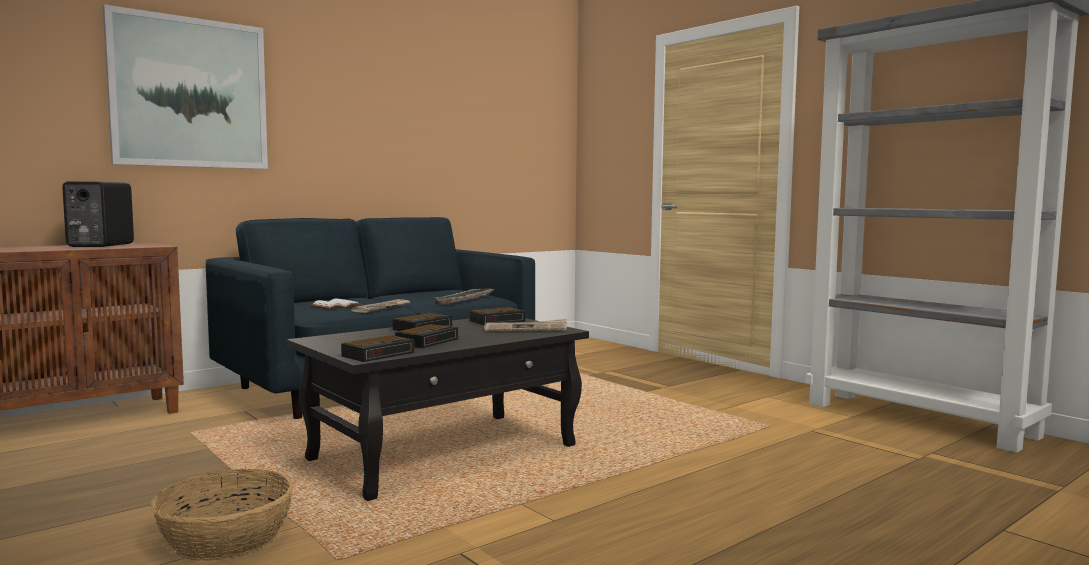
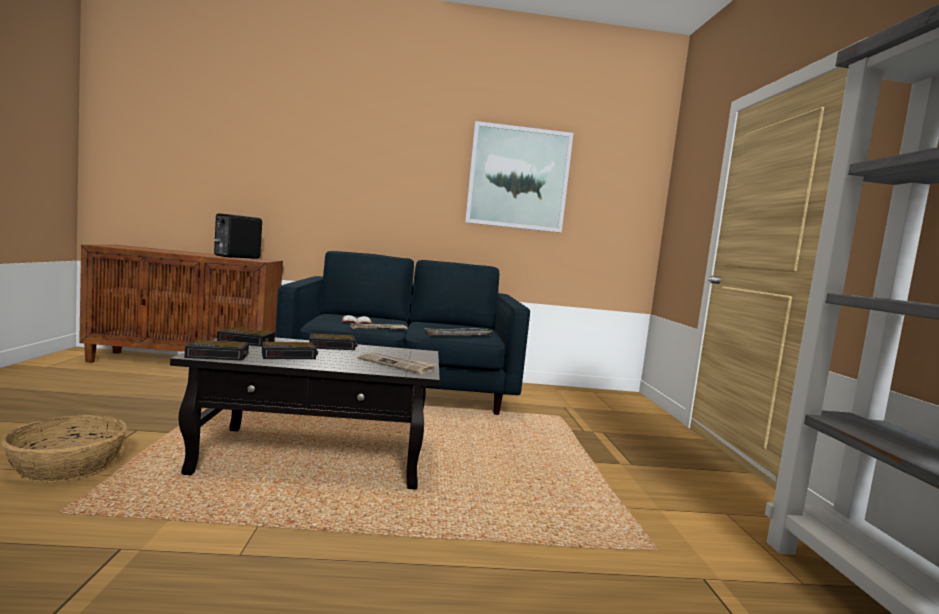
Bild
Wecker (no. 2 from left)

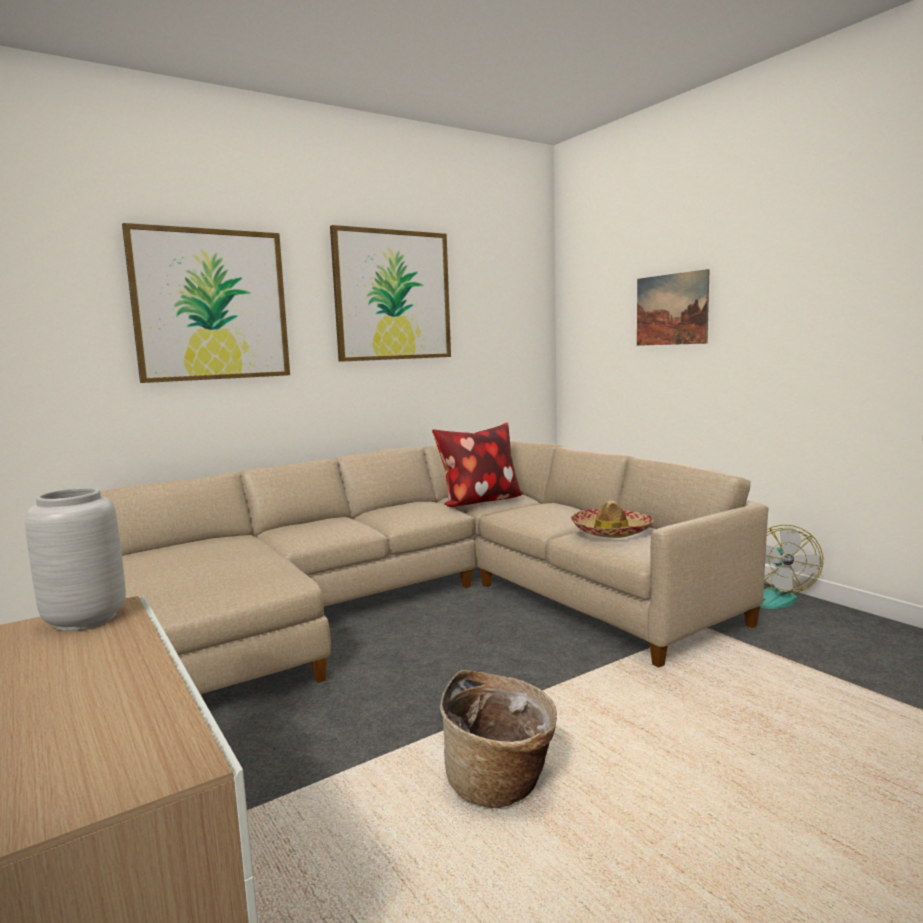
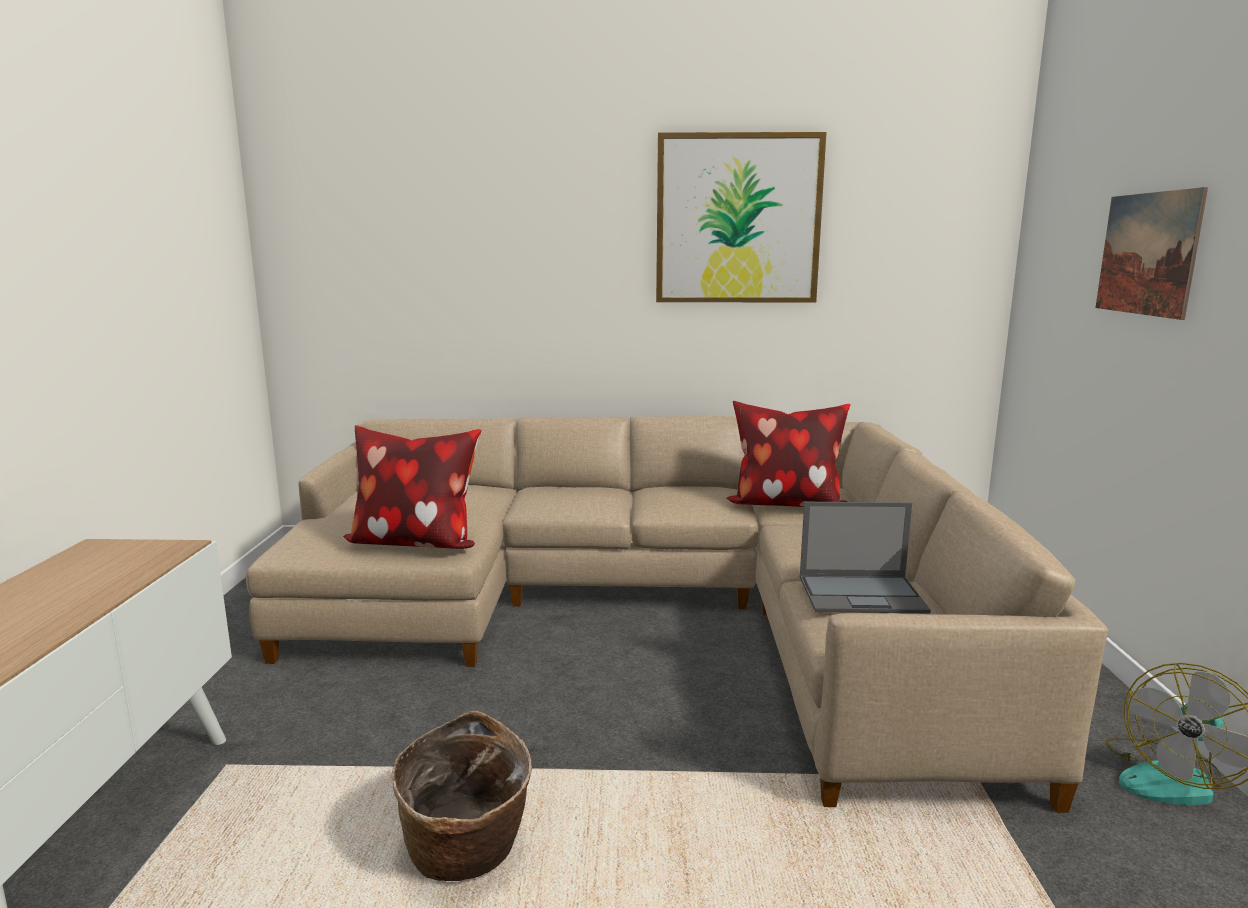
Vase [grau]
Bild (no. 1 from left in the first image)
Laptop
Kissen (no. 1 from left)

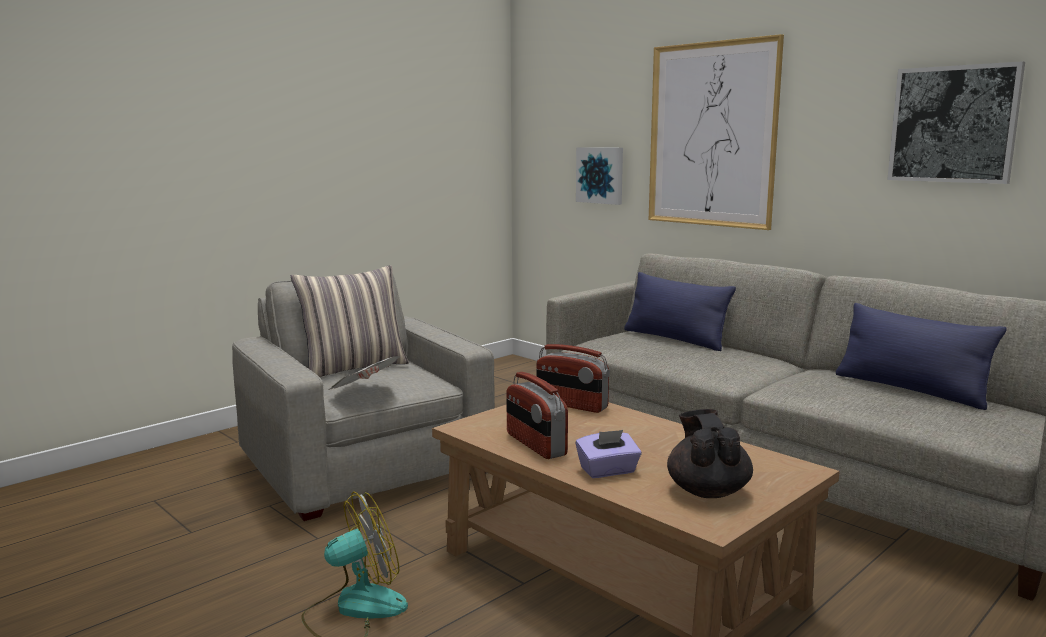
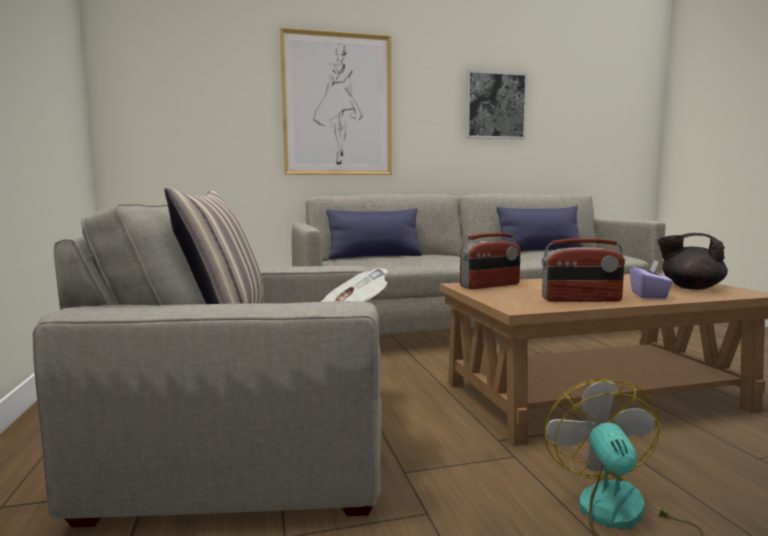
Bild (no. 1 from left in the first image)

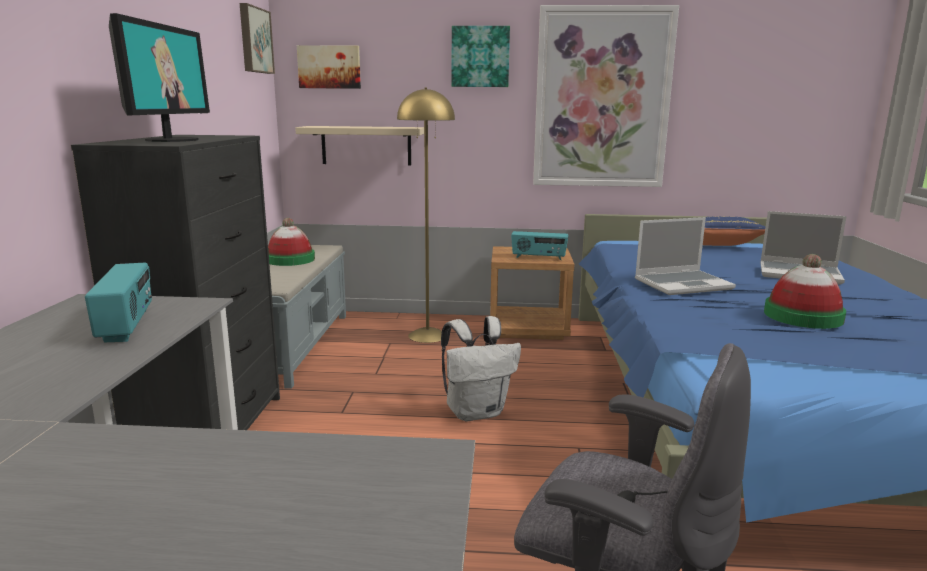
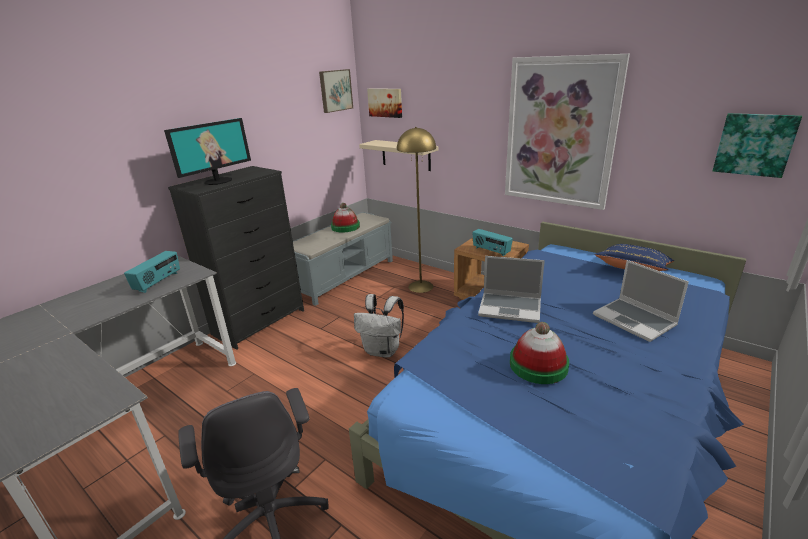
Bild (no. 4 from left)

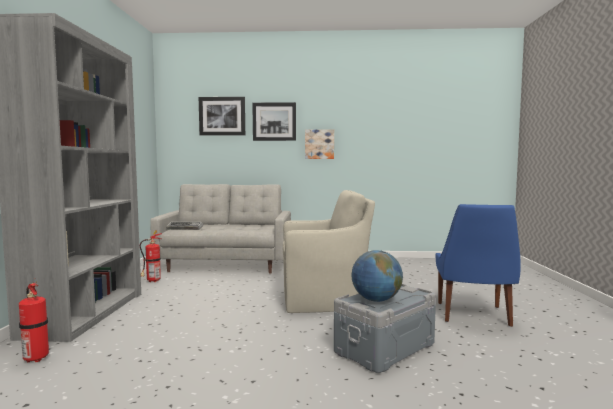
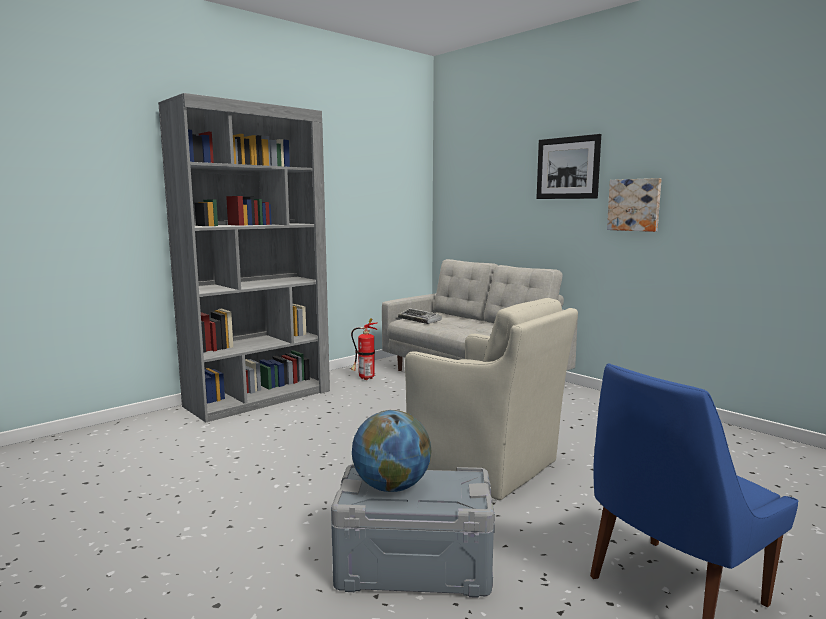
Feuerlöscher (no. 1 from left in the first image)
Bild (no. 1 from left in the first image)

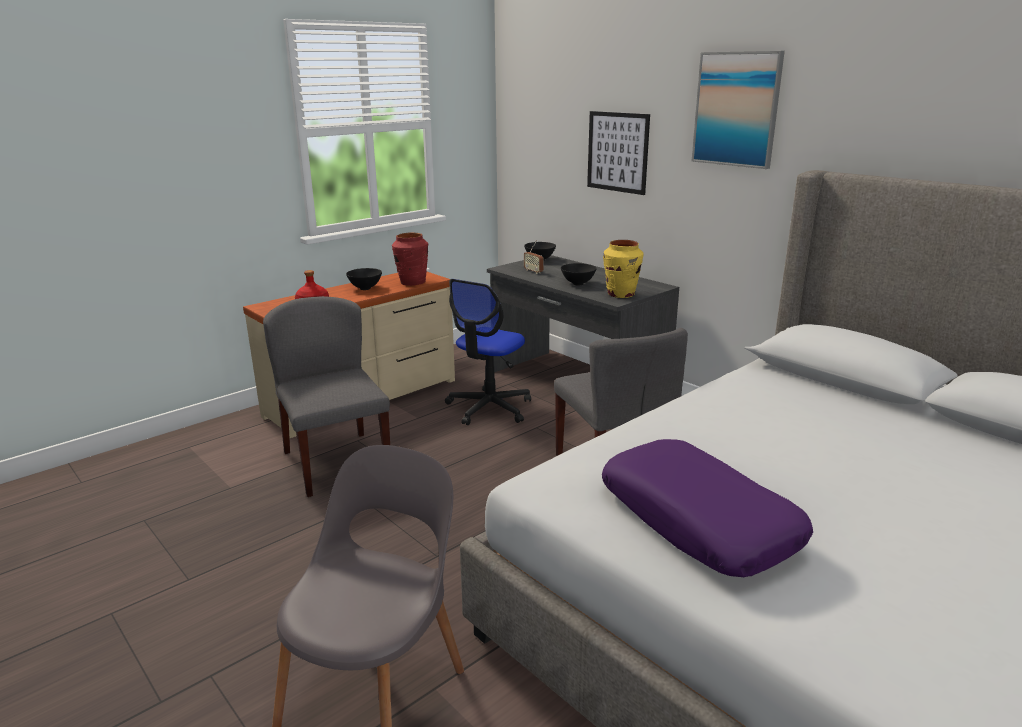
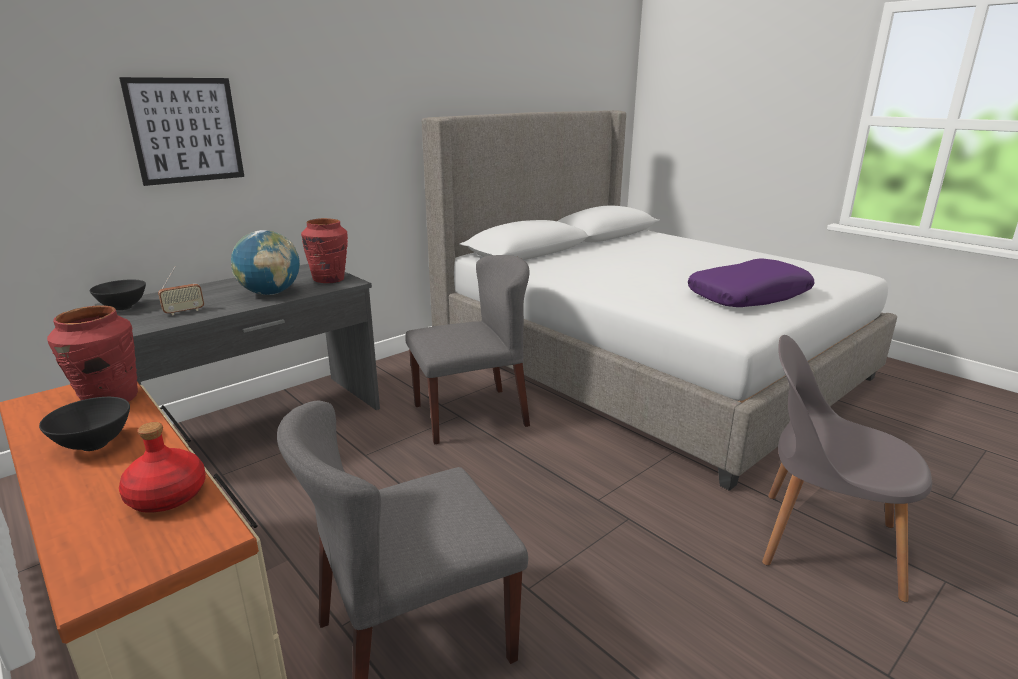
Bürostuhl
Globus
Vase [rot] (no. 2 from left)
Bild (no. 2 from left in the first image)

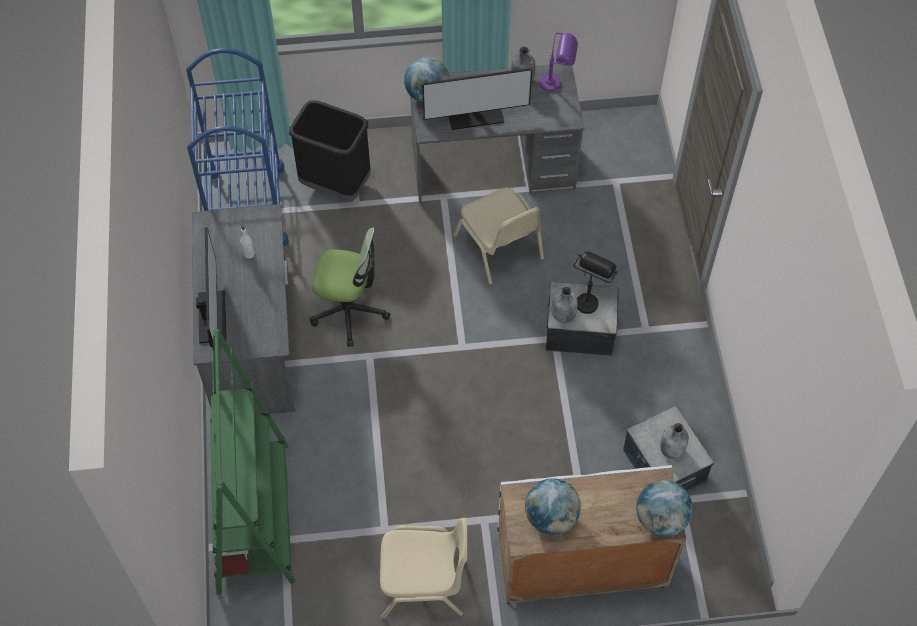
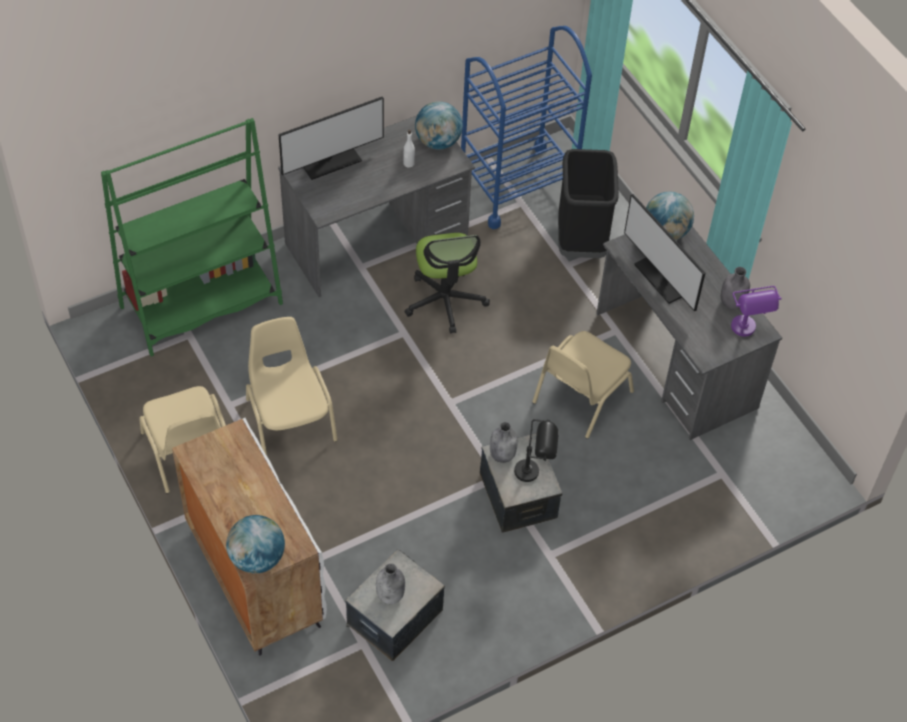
Globus (no. 2 from left)
Stuhl [beige] (no. 2 from left)

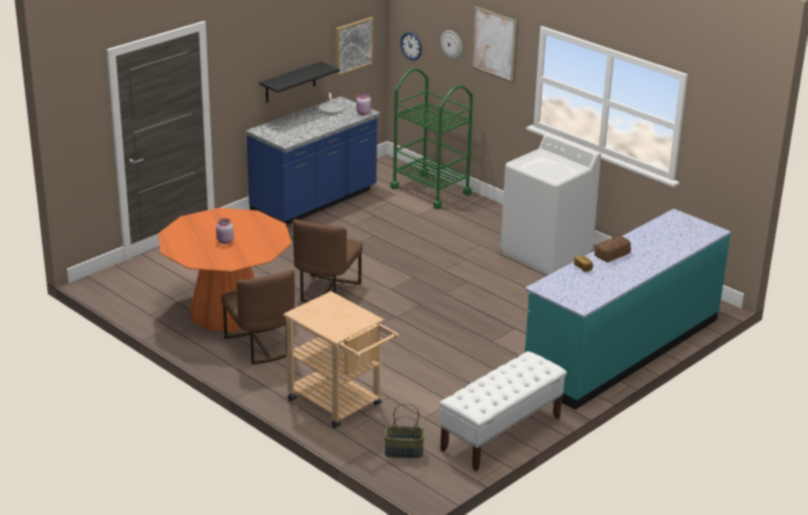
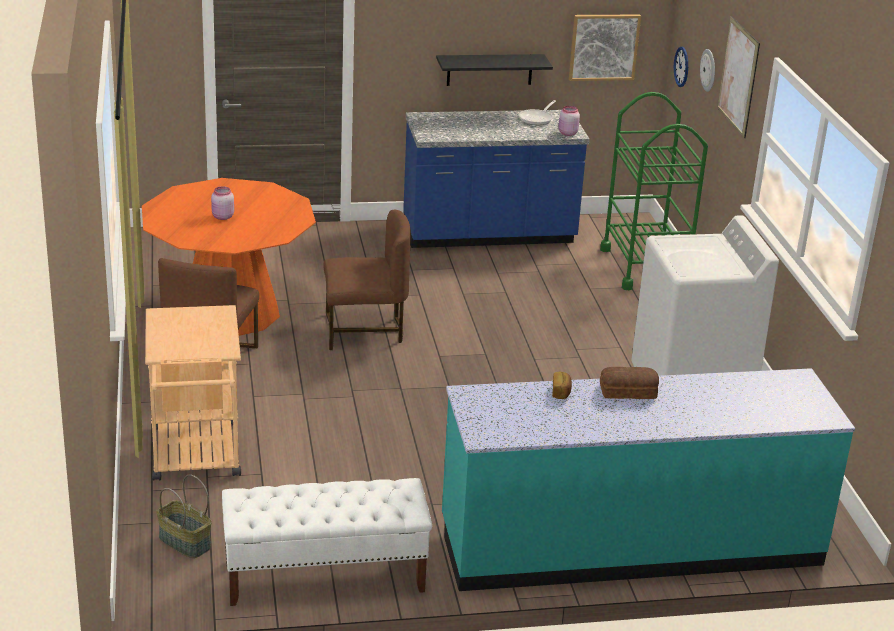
Stuhl [braun] (no. 2 from left)

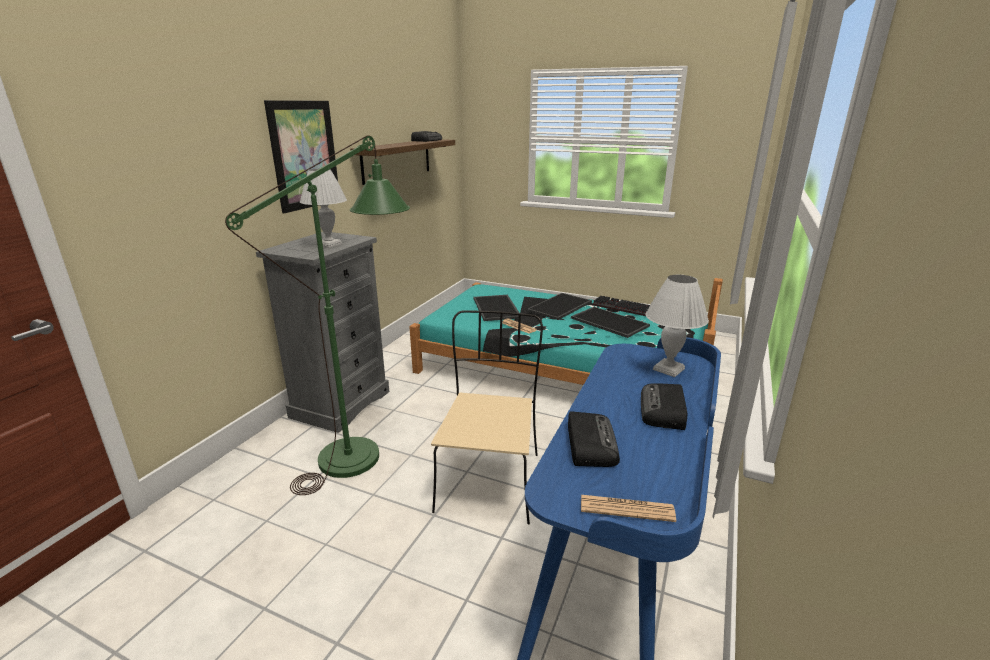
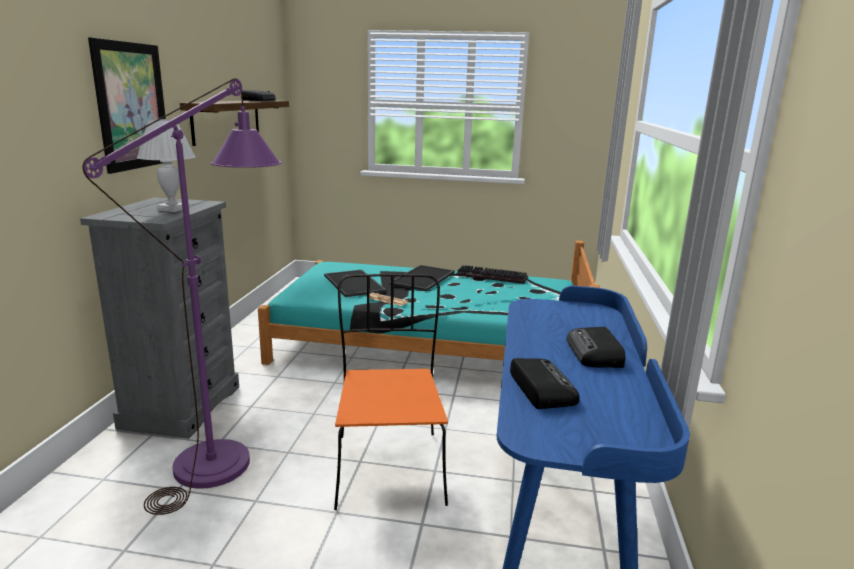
Stehlampe [lila]
Stuhl [orange]
Tablett (no. 3 from left in the first image)
Zeitung (no. 2 from left in the first image)
Tischlampe [weiß] (no. 2 from left in the first image)

